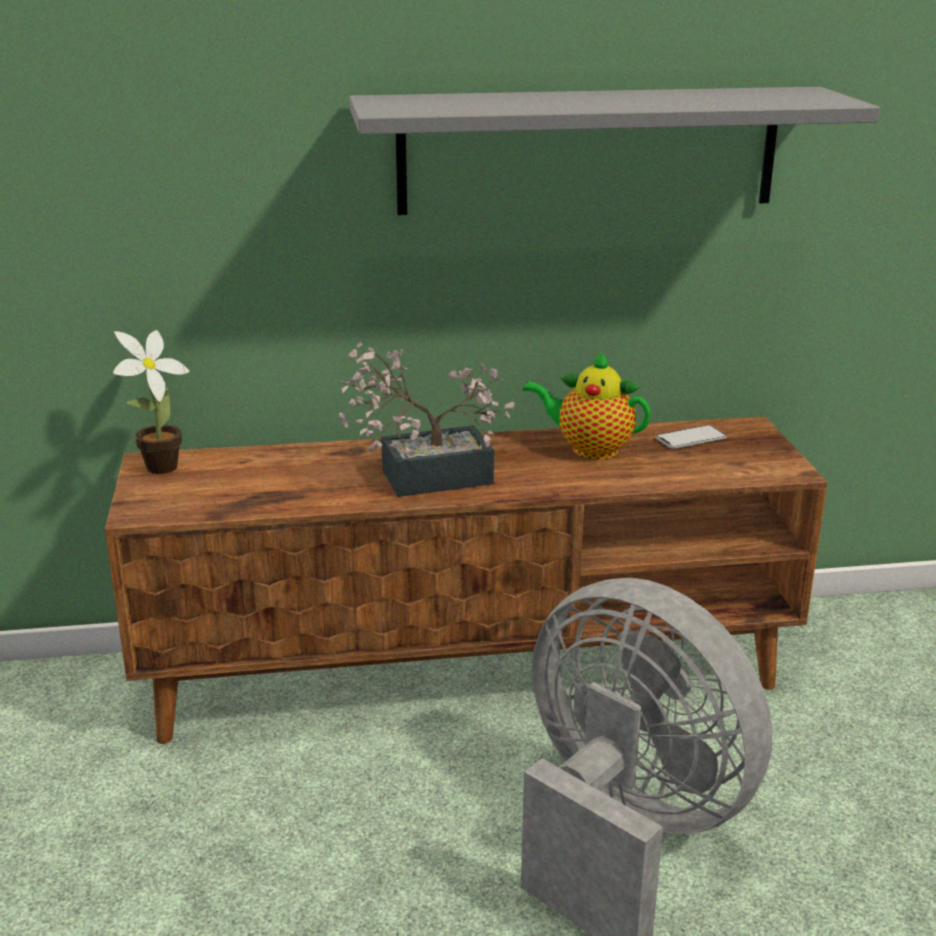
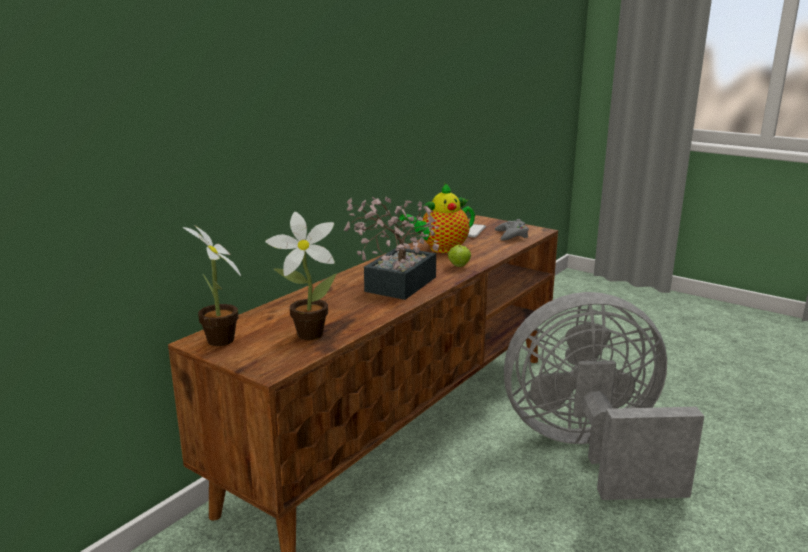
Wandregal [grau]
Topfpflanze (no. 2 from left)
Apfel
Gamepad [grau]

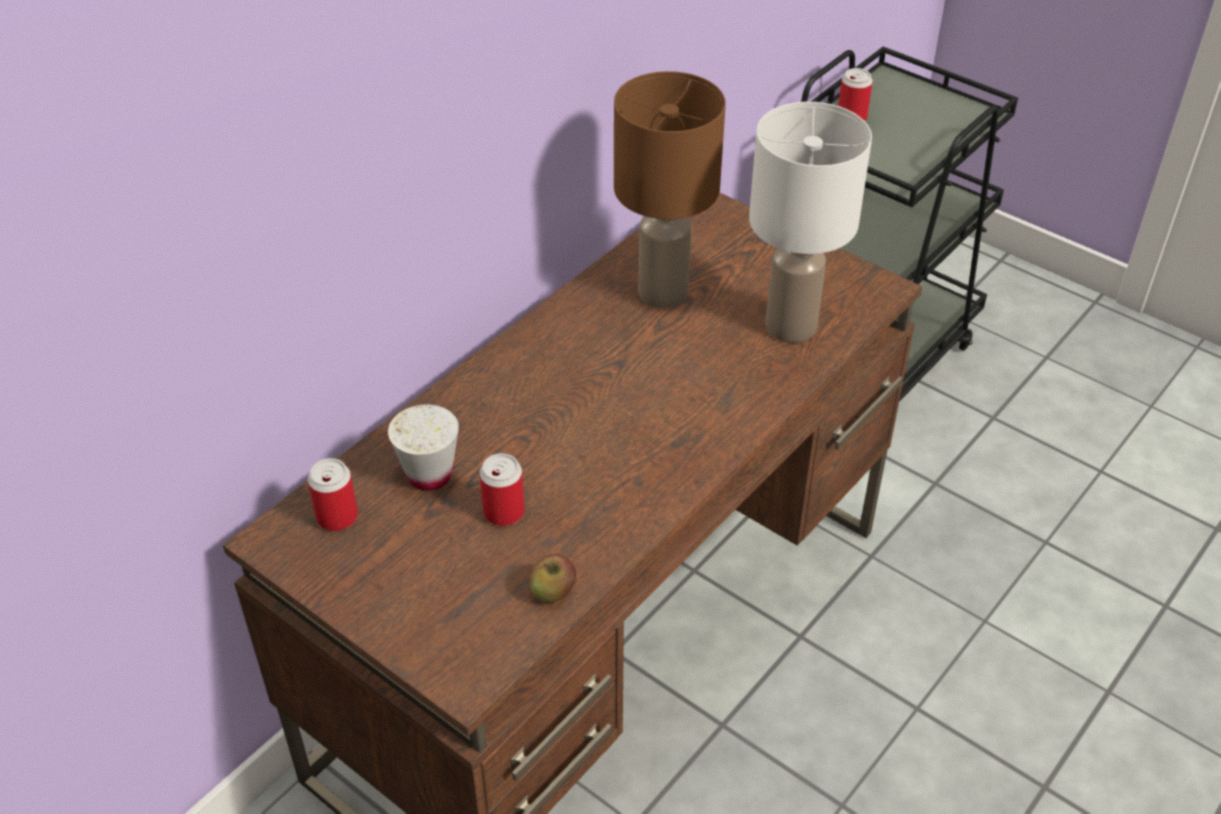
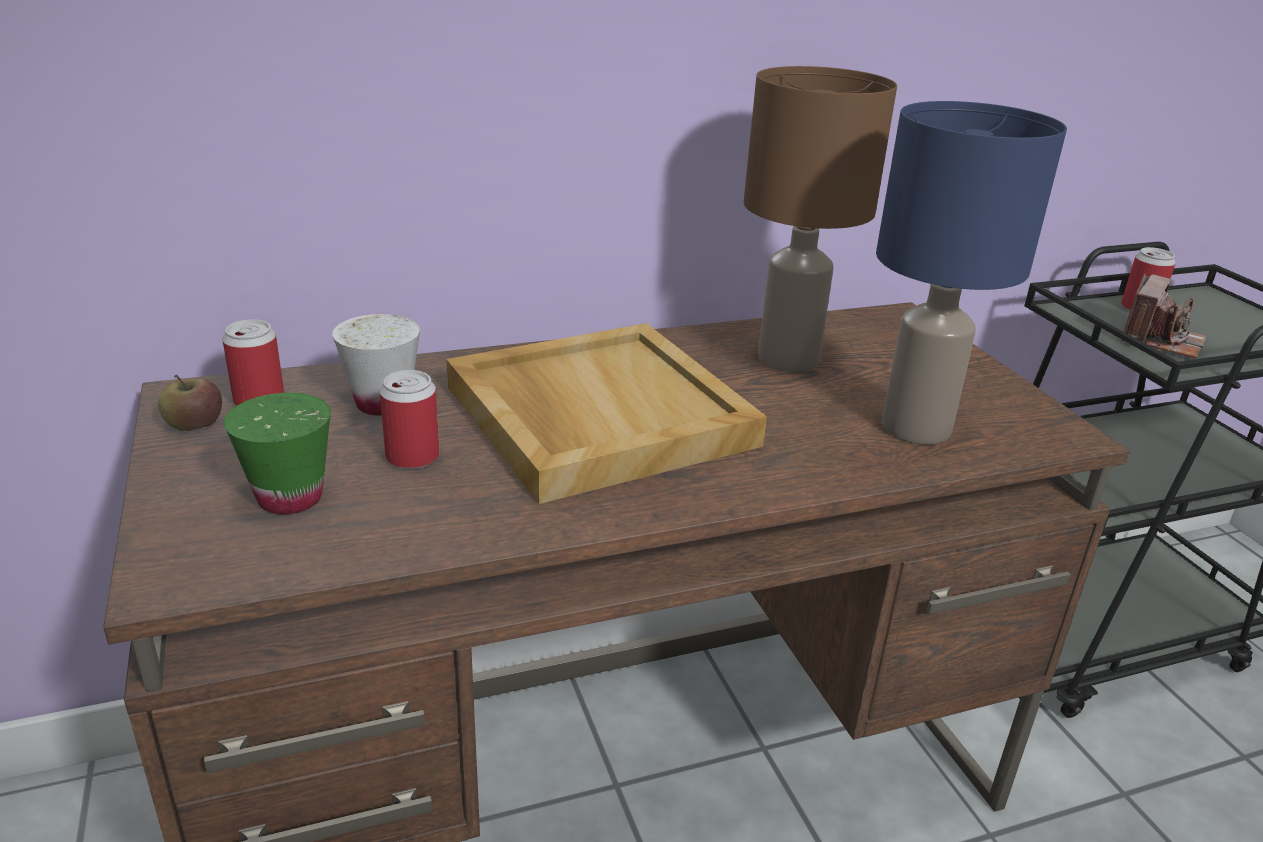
Apfel
Tischlampe [blau]
Tasse [grün]
Tablett [beige]
Kamera

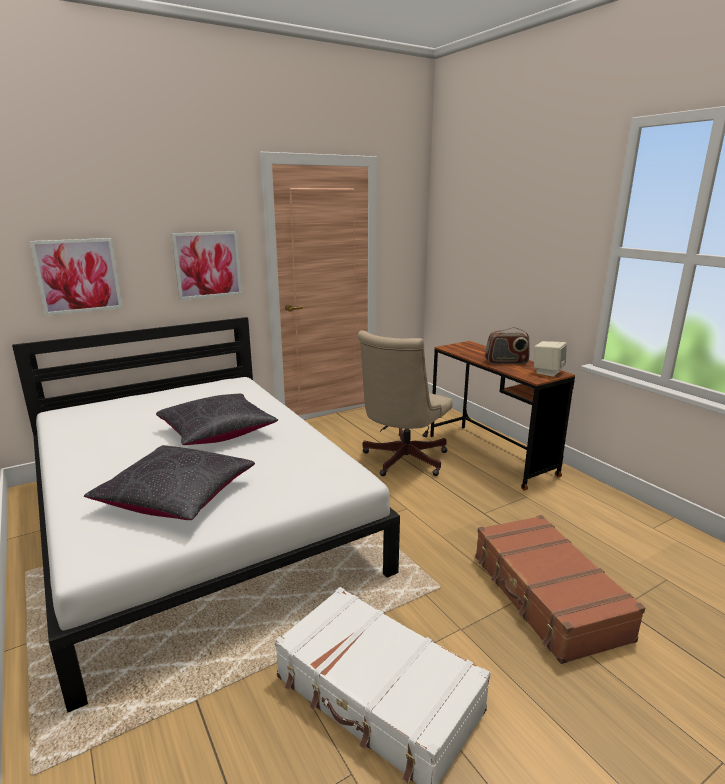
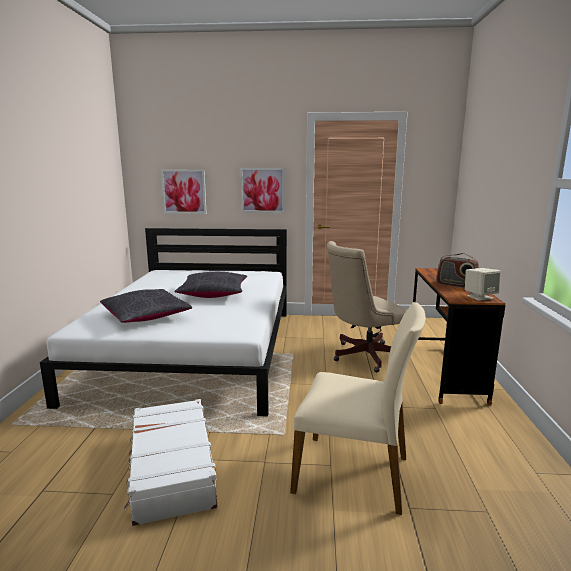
Stuhl [beige]

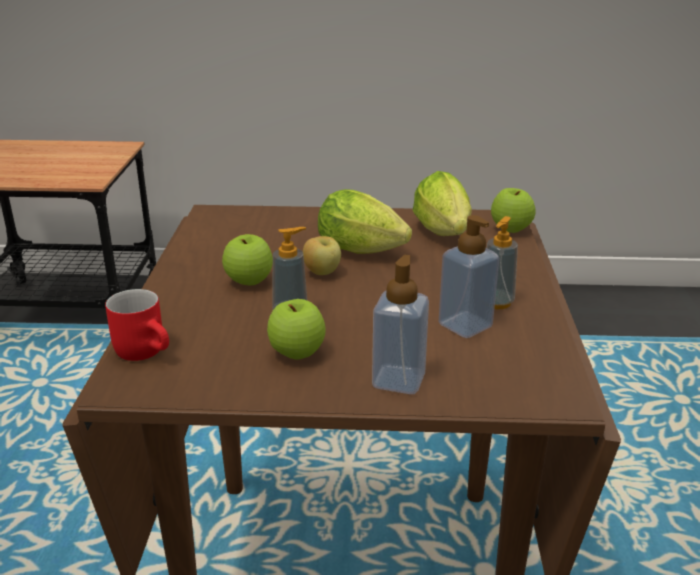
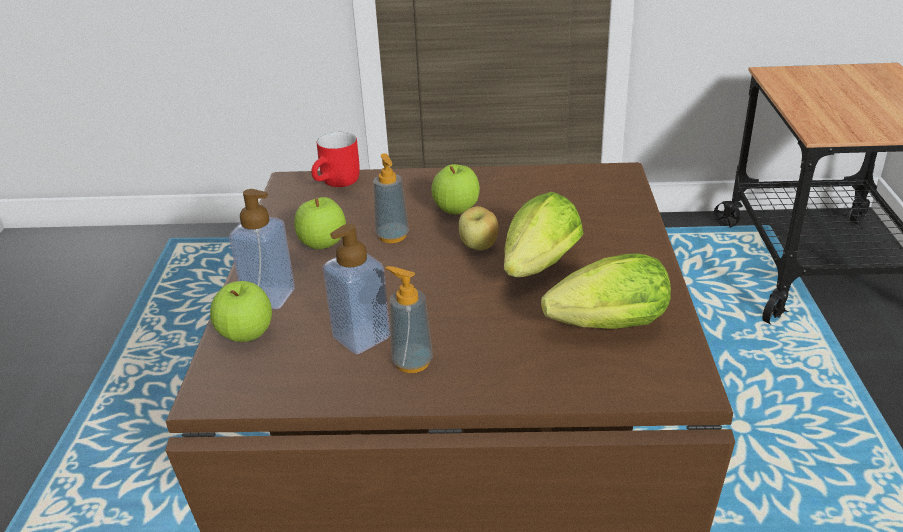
Apfel (no. 1 from left)

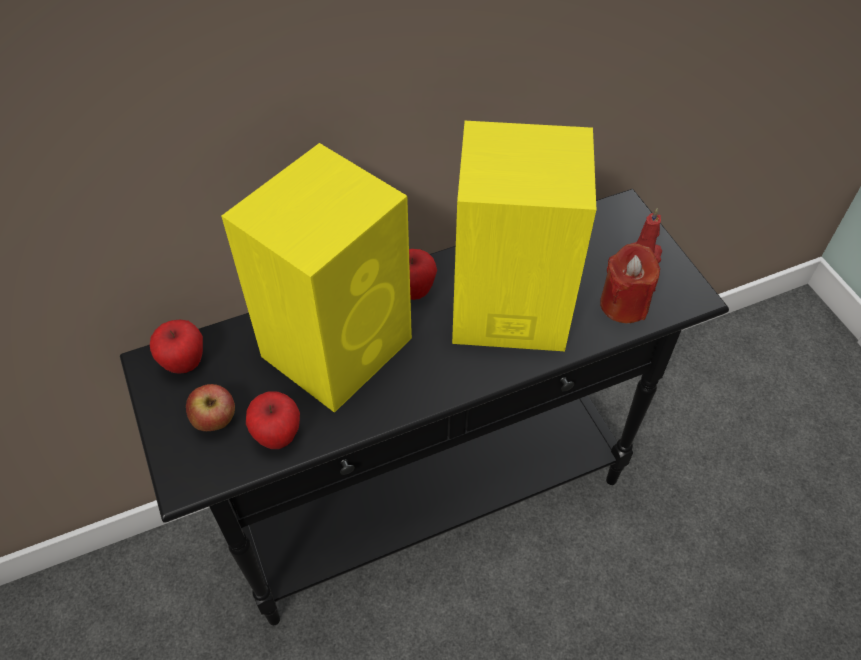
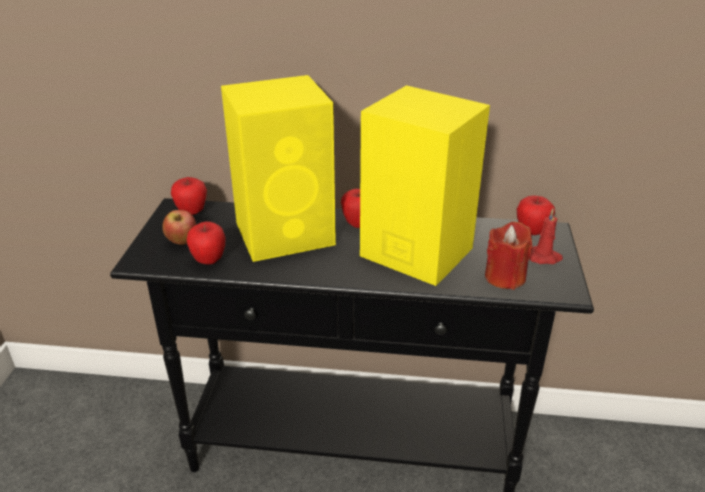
Apfel (no. 5 from left)

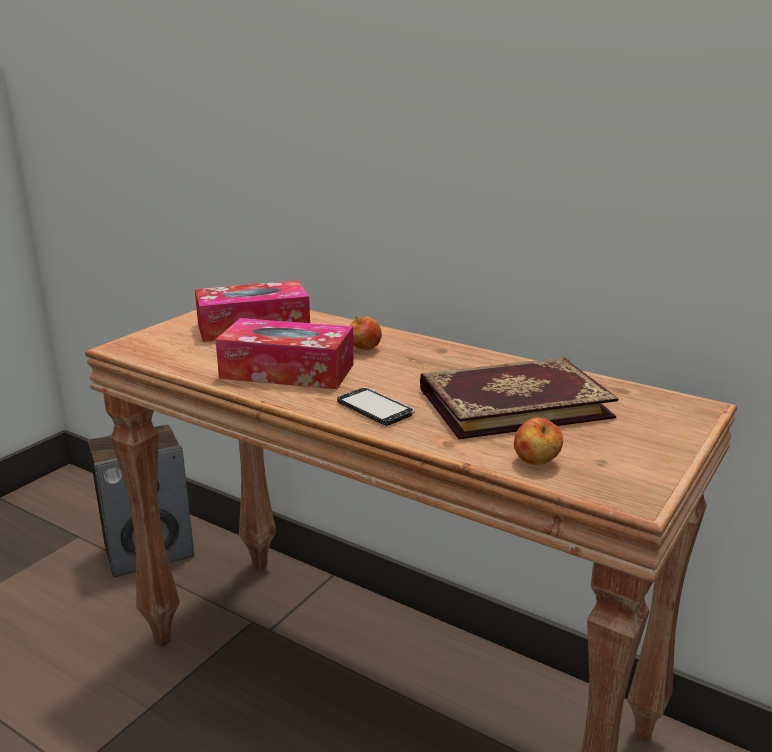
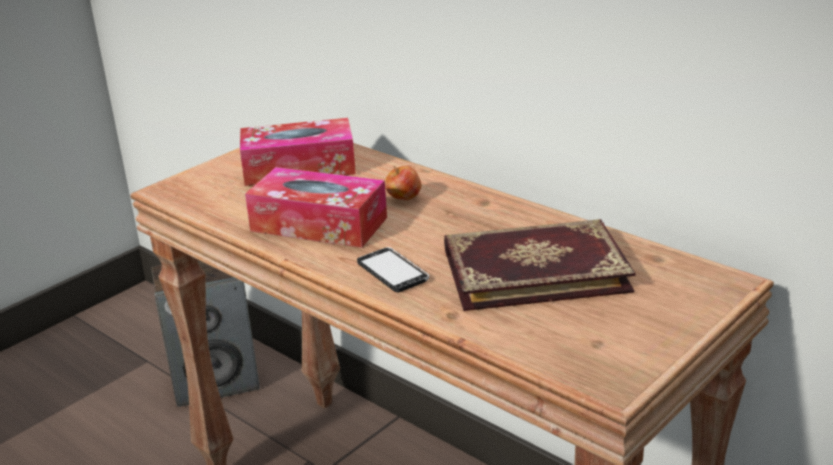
Apfel (no. 2 from left in the first image)

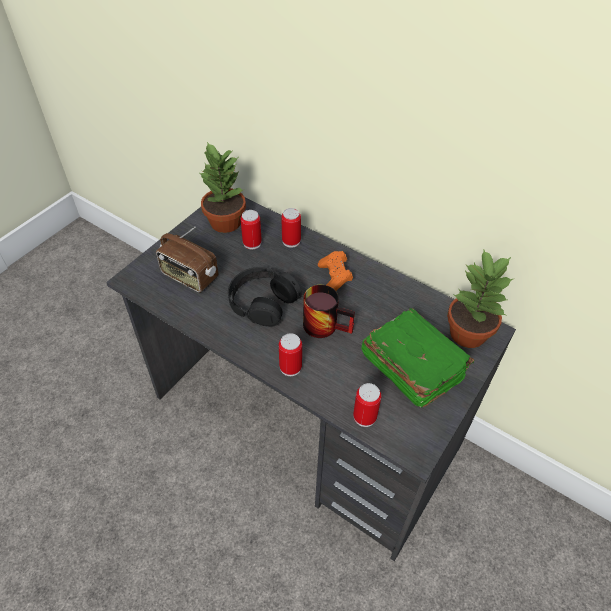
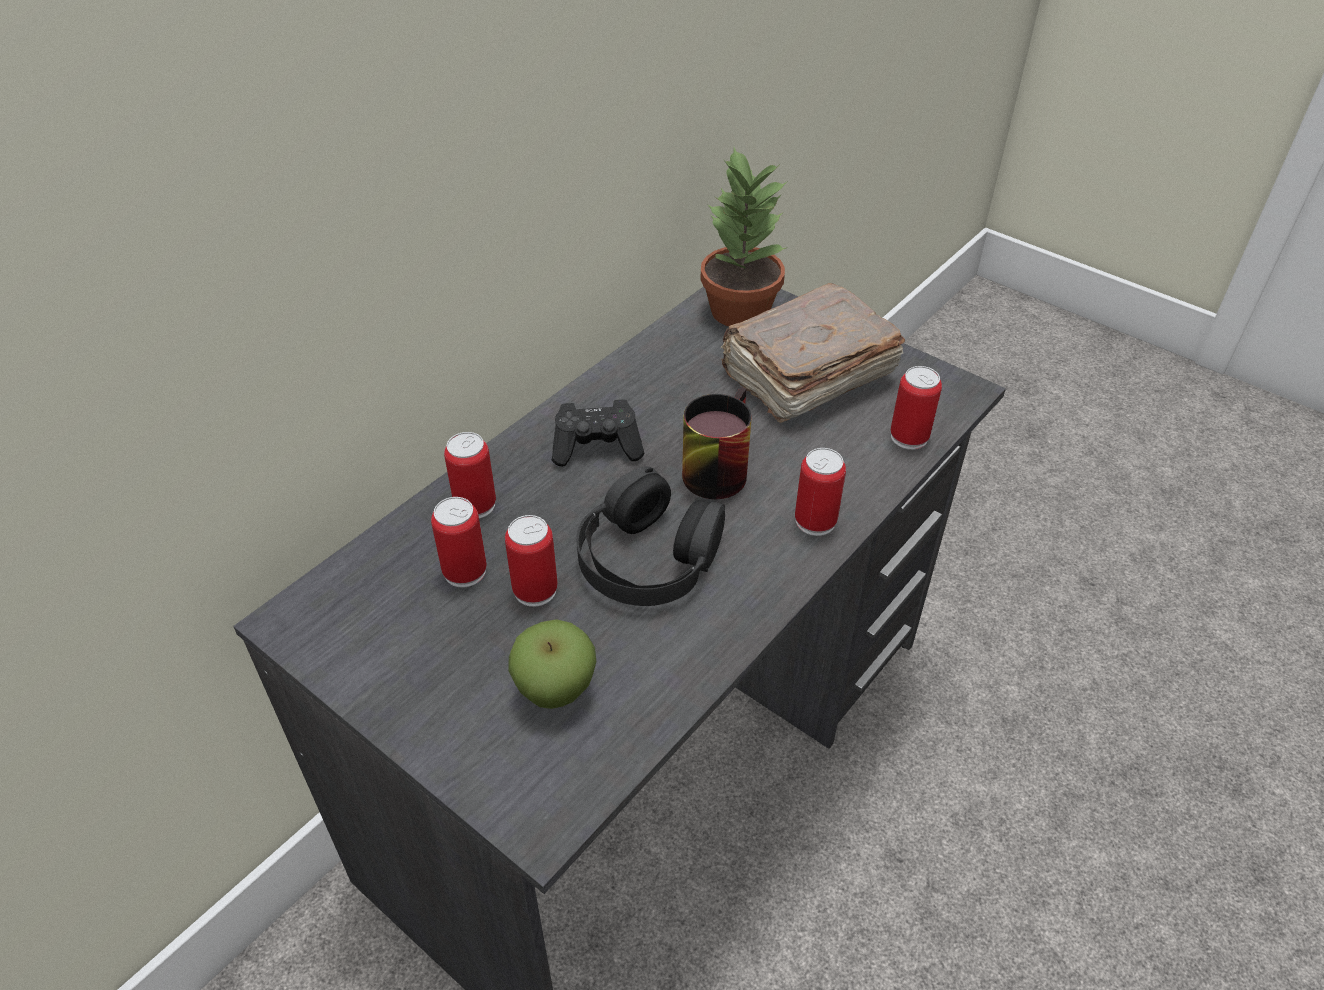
Apfel
Topfpflanze (no. 1 from left in the first image)
Gamepad [schwarz]
Buch [braun]
Dose (no. 3 from left)

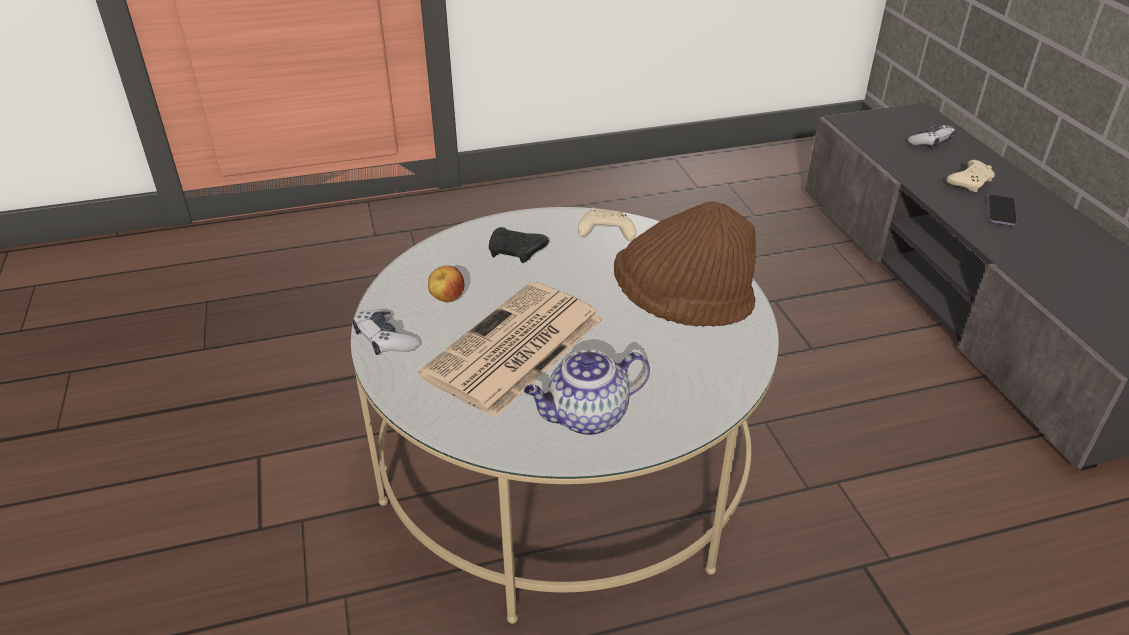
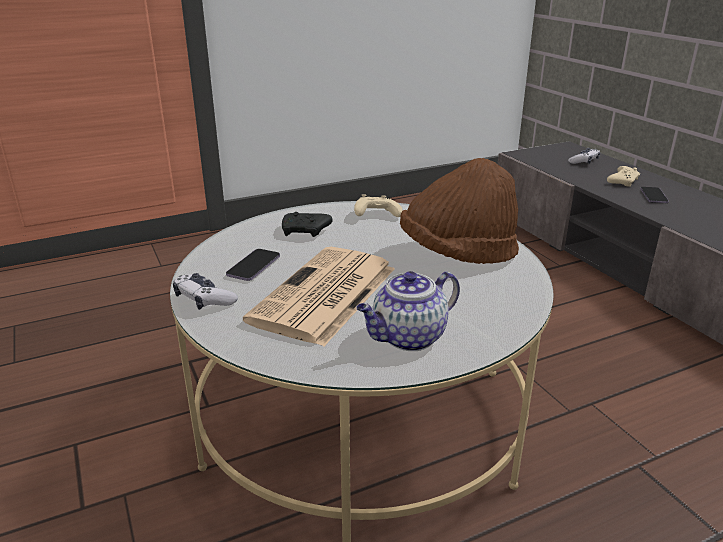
Handy (no. 1 from left)

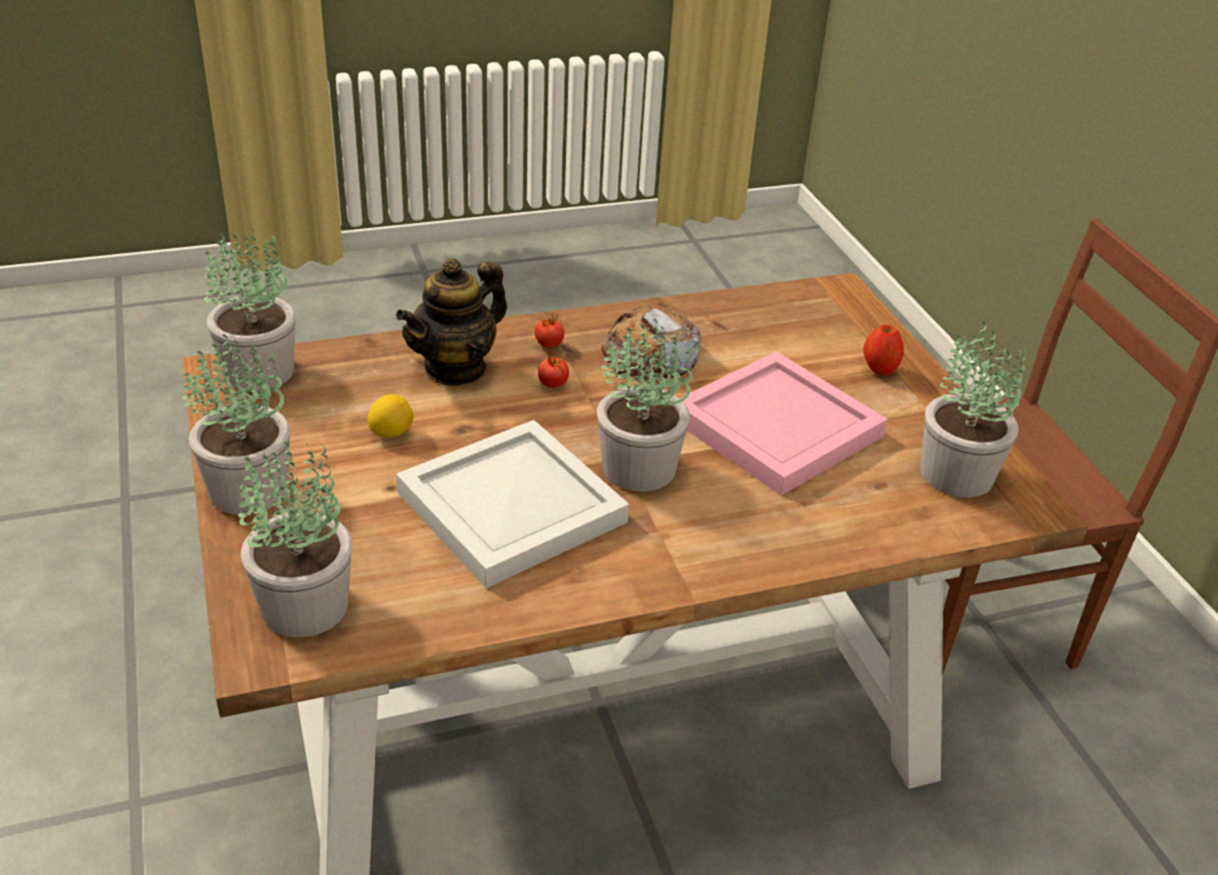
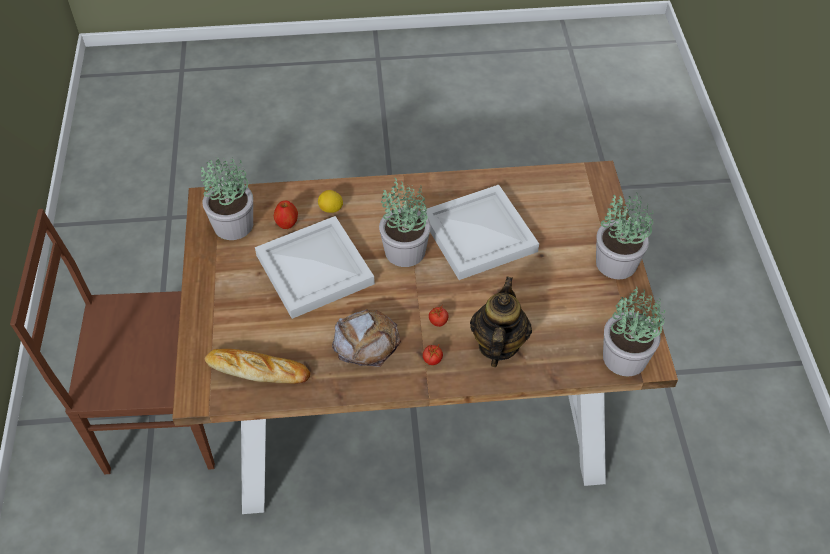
Topfpflanze (no. 3 from left in the first image)
Zitrone
Teekanne
Tablett [weiß] (no. 1 from left)
Apfel
Brot (no. 1 from left)

